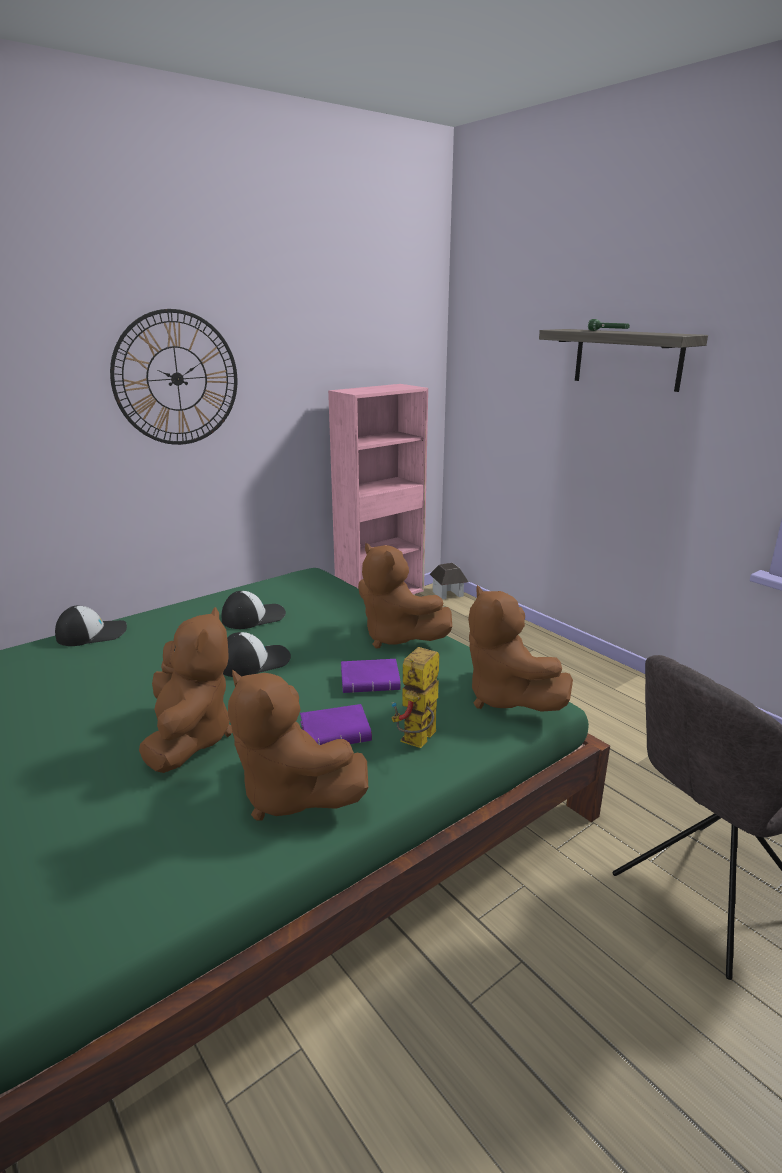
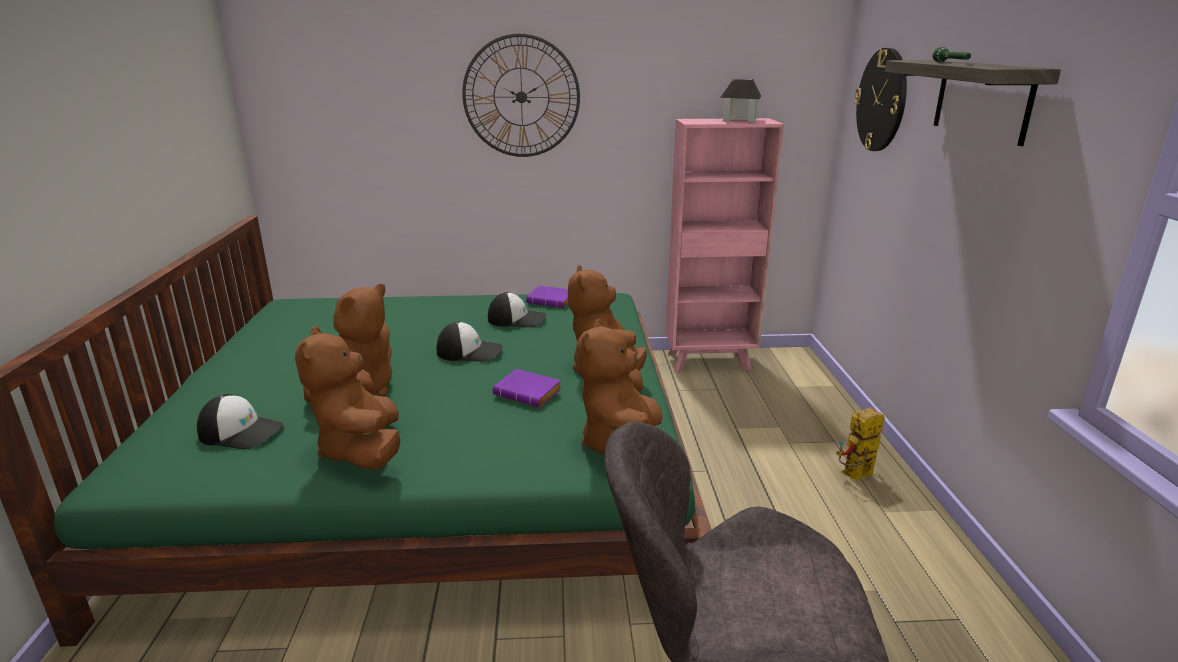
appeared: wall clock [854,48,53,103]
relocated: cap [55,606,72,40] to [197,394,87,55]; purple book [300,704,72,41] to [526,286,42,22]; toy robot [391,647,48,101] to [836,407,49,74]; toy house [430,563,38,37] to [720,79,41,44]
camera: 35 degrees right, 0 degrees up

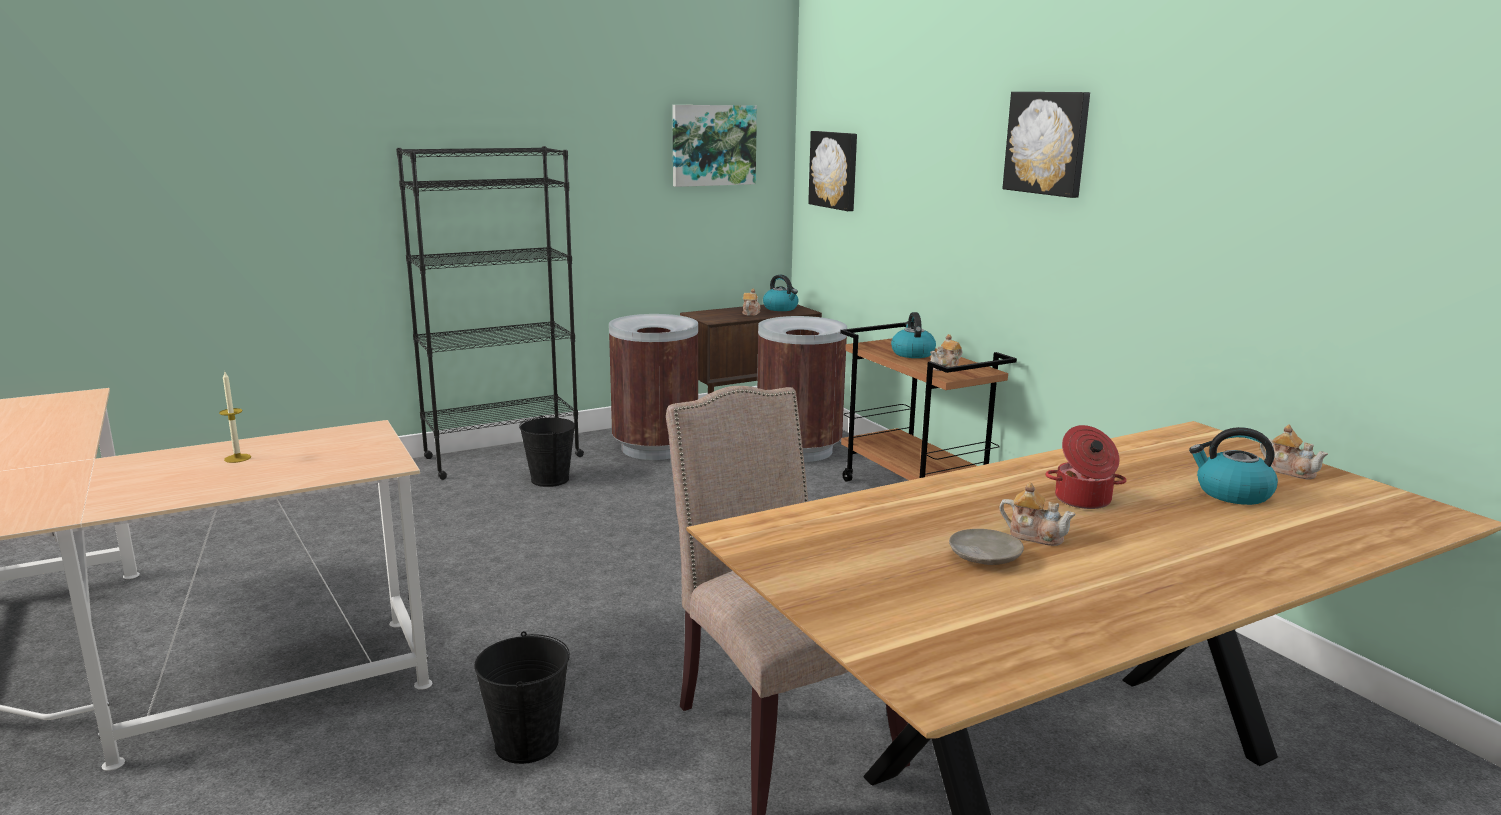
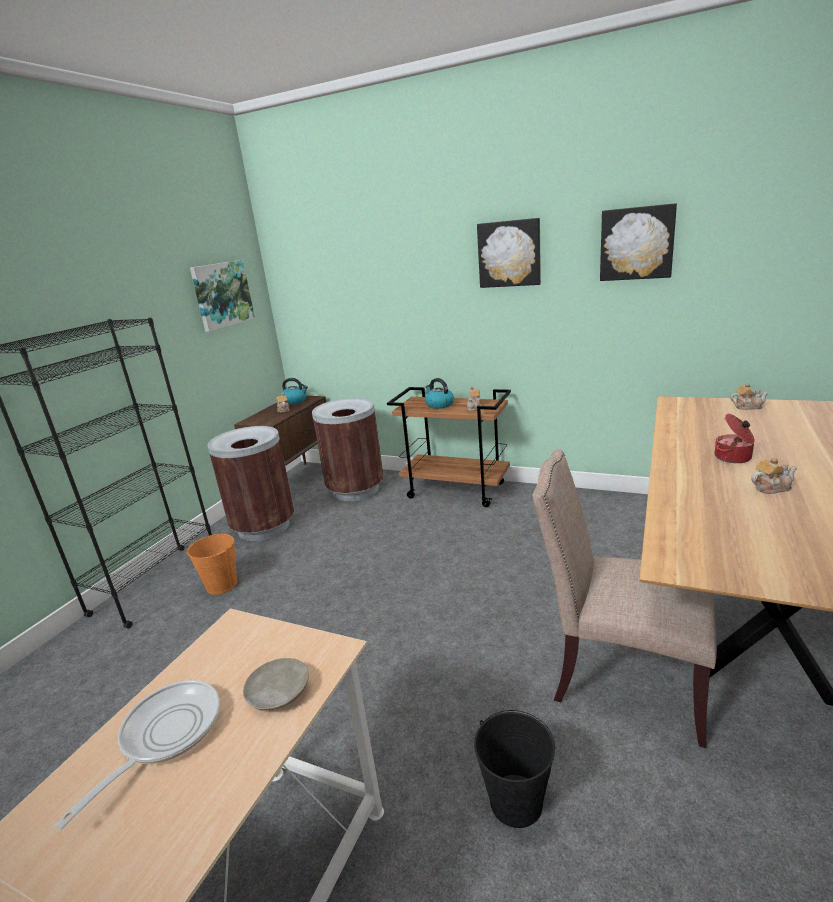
missing: kettle [1189,427,89,78]
relocated: picture [808,131,49,80] to [600,203,77,78]; beige plate [949,529,75,36] to [243,658,66,53]
exchanged: candle [219,372,32,91] to frying pan [55,680,165,149]
colour: black bucket [519,415,56,72] to orange bucket [187,534,51,61]
camera: 35 degrees left, 5 degrees up

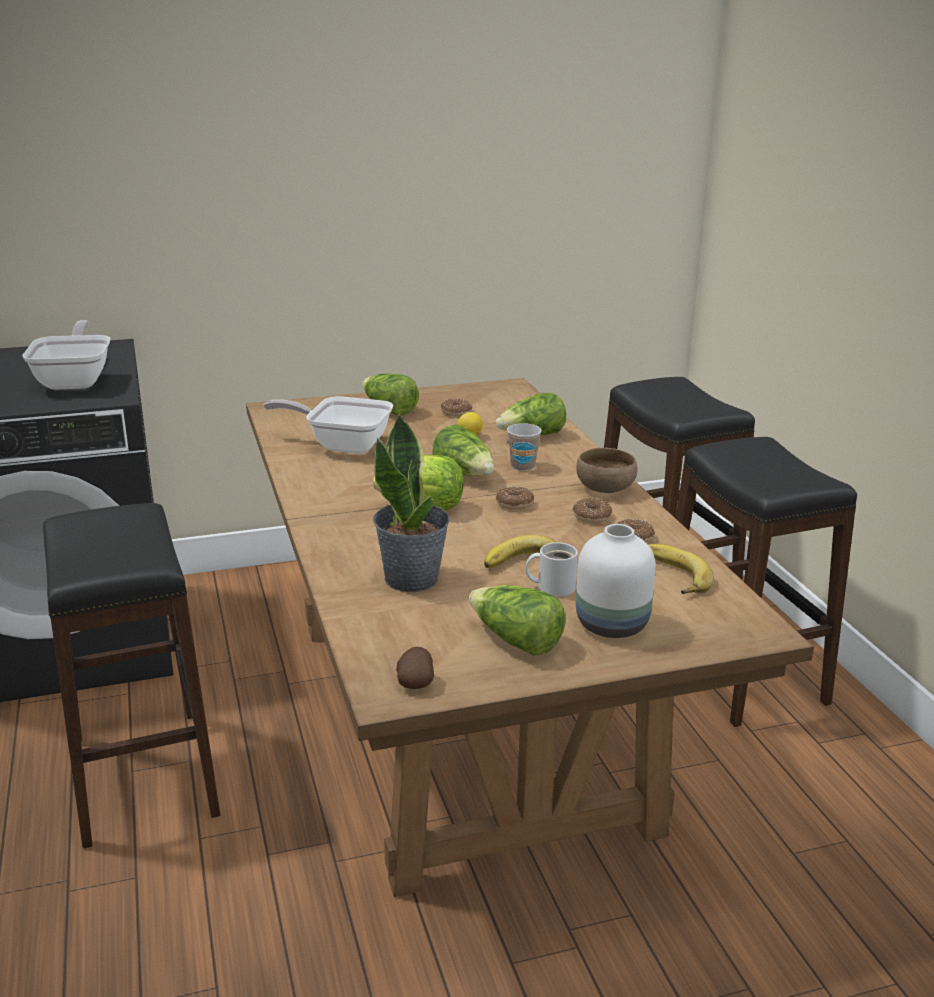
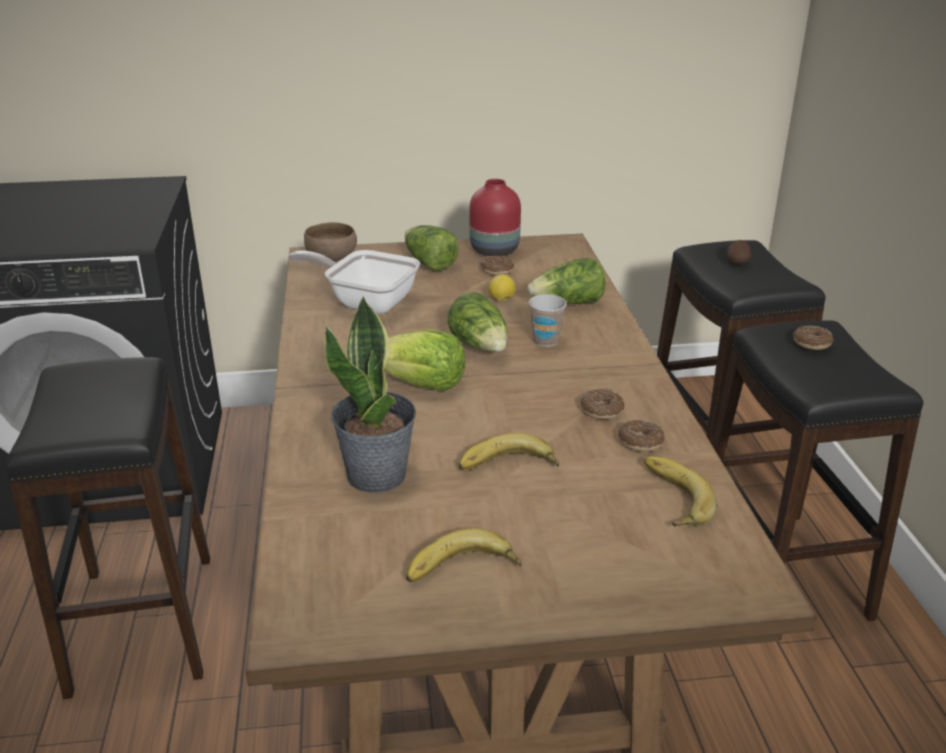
missing: frying pan [22,320,88,70]; white mug [526,542,52,55]; white vase [576,524,80,114]
appeared: red vase [469,179,52,77]
relocated: potato [396,647,38,42] to [726,240,25,24]; donut [496,487,38,23] to [793,326,40,24]; brown bowl [576,448,61,45] to [304,222,53,39]
exchanged: lettuce [469,585,97,71] to banana [406,528,116,54]
camera: 10 degrees right, 5 degrees up

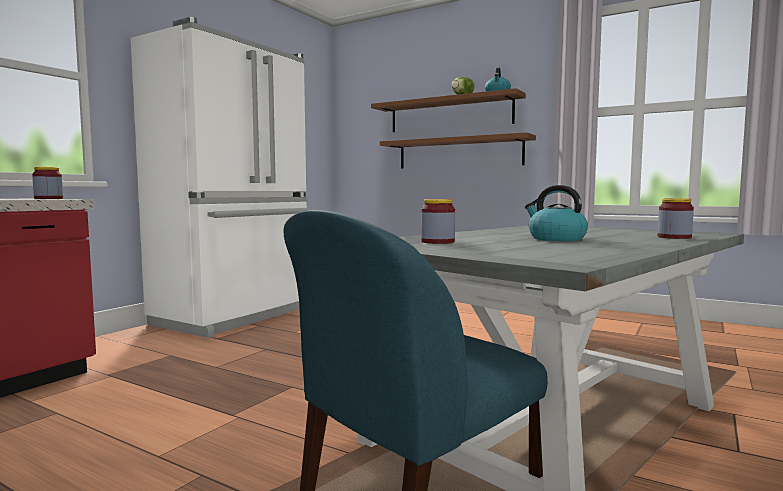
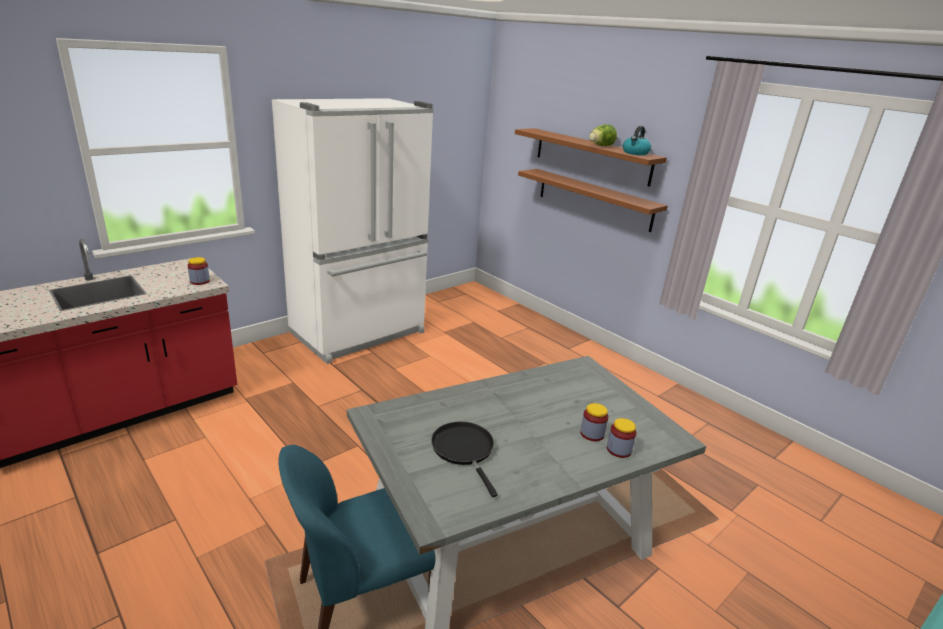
missing: kettle [525,185,63,56]
appeared: black frying pan [431,422,67,75]
relocated: jar [421,199,34,45] to [580,403,28,38]
camera: 15 degrees right, 20 degrees up

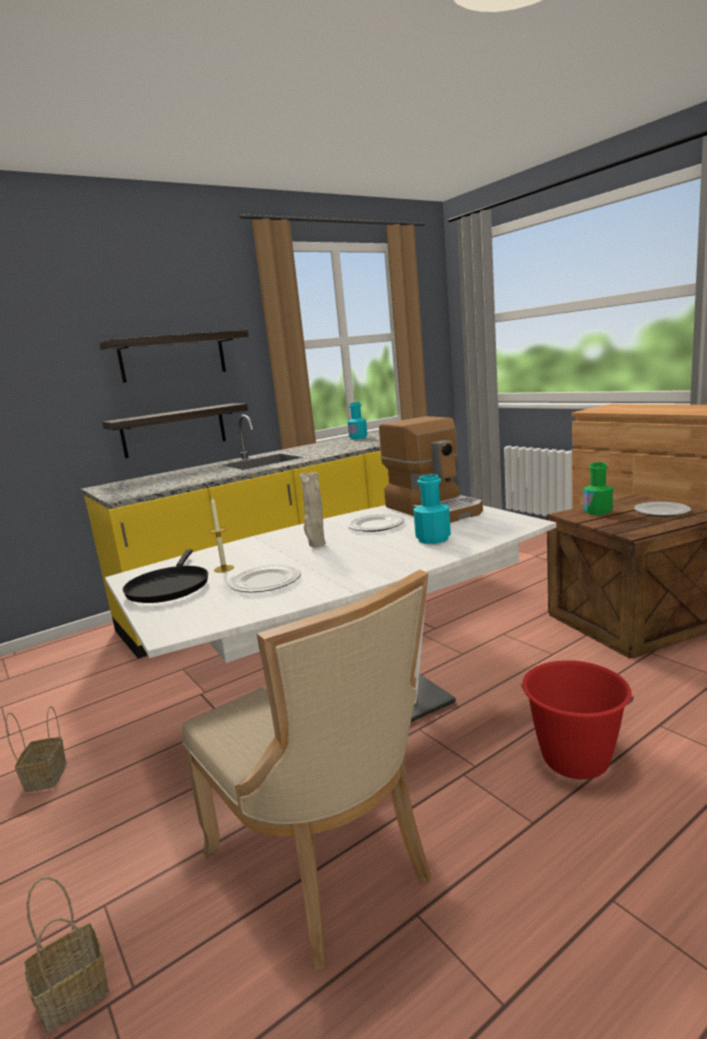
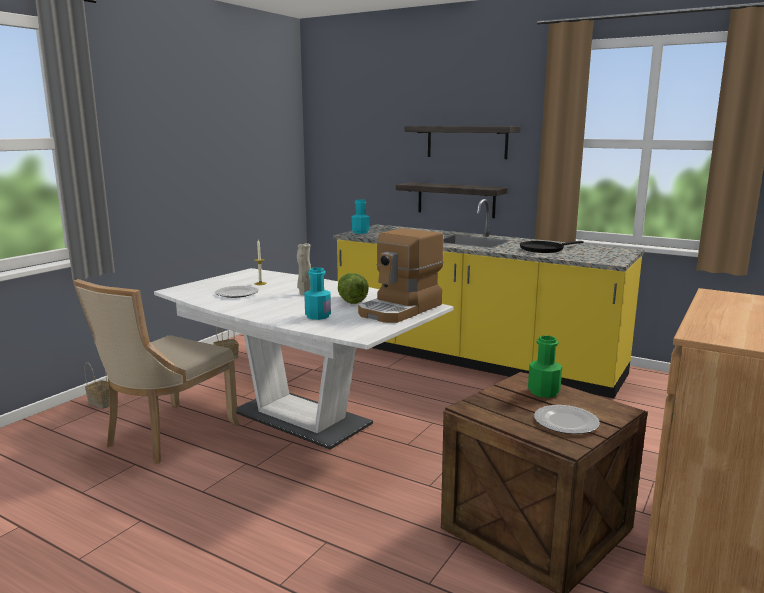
missing: red bucket [520,660,114,119]
relocated: black frying pan [123,549,85,54] to [520,241,64,12]; turquoise bottle [348,402,19,38] to [352,199,17,35]
exchanged: plate [347,514,58,18] to lettuce [338,273,31,31]
camera: 65 degrees right, 0 degrees up

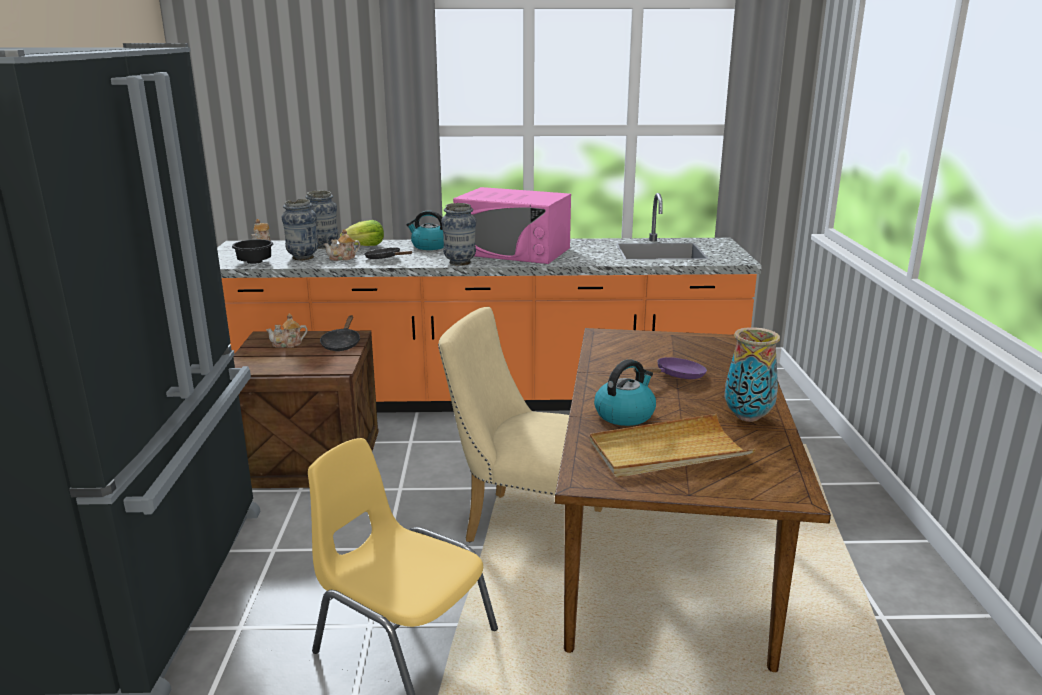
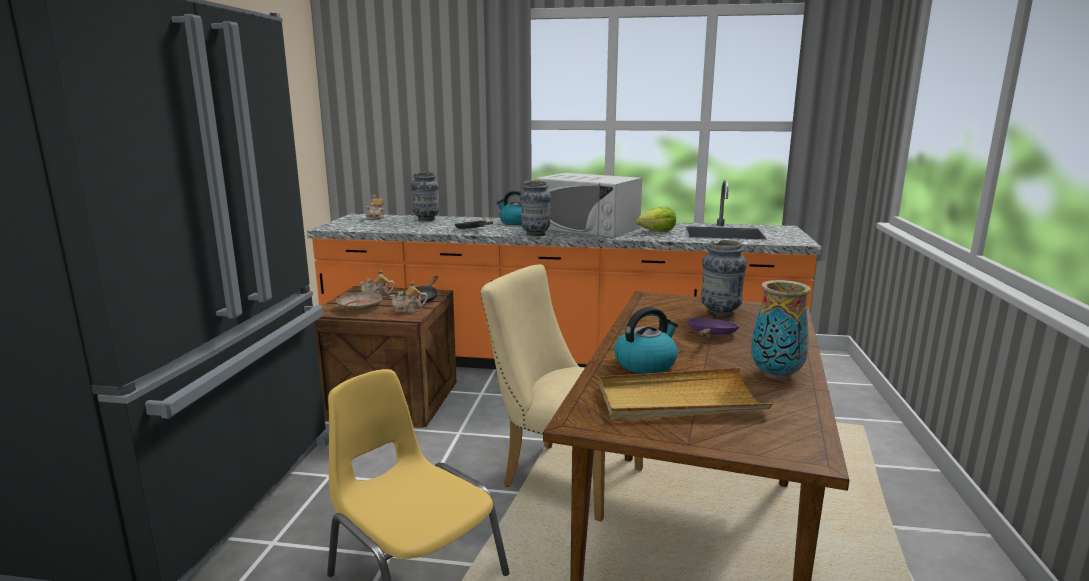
missing: black bowl [232,239,41,25]
appeared: beige plate [336,292,46,19]
relocated: vase [281,199,37,61] to [701,240,46,77]; teapot [323,229,37,32] to [389,281,39,32]; lettuce [340,220,44,26] to [636,207,40,24]
colour: pink microwave [453,187,118,77] to white microwave [534,173,108,65]
spun: purple frying pan [633,357,74,22] = [687,318,52,19] 45 degrees counterclockwise
camera: 10 degrees right, 5 degrees down

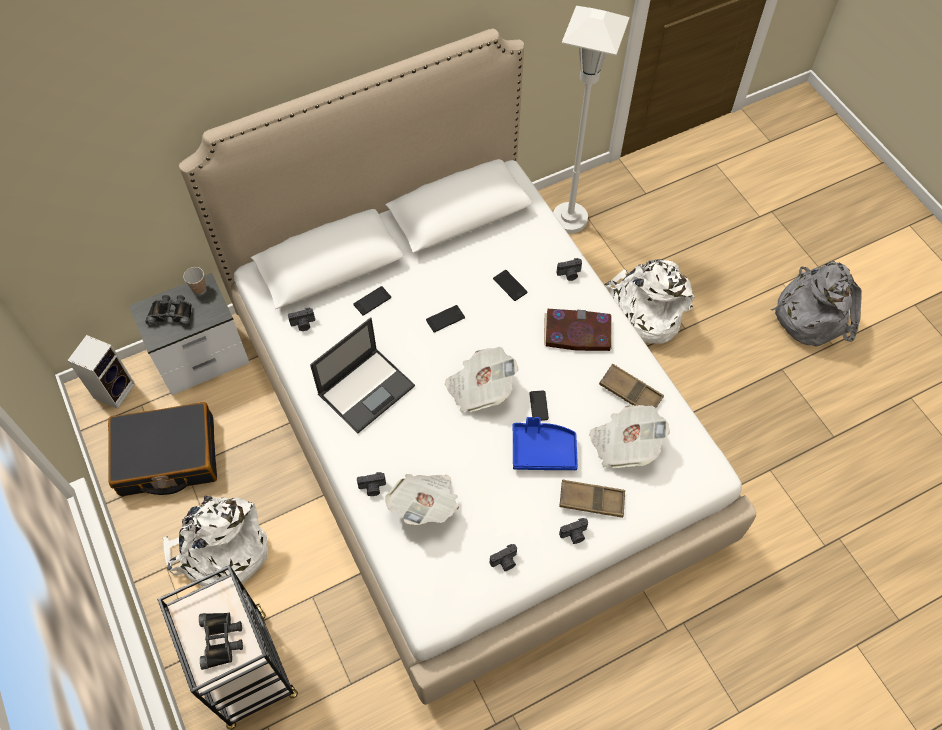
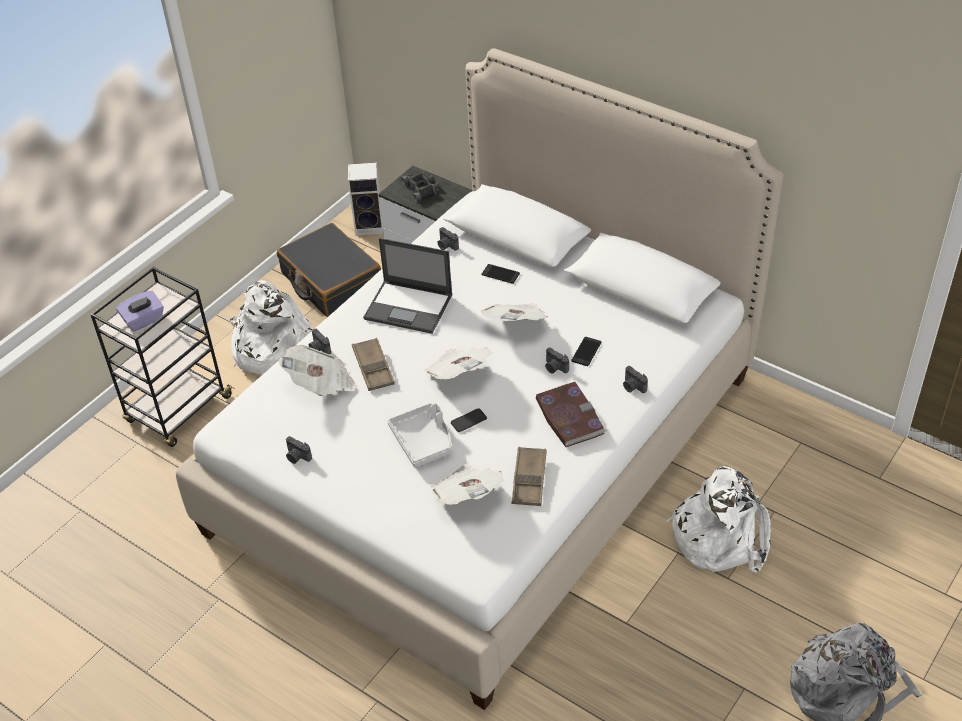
missing: cup [183,267,23,27]; white floor lamp [553,6,77,227]
relocated: brown tray [559,480,66,38] to [352,338,43,53]; photo camera [559,518,29,26] to [545,348,24,26]
exchanged: black binoculars [199,613,44,57] to purple tissue box [116,291,48,41]; phone [426,305,39,27] to newspaper [481,303,67,18]
colour: blue tray [513,417,65,53] to grey tray [387,403,64,64]
camera: 65 degrees right, 15 degrees down

